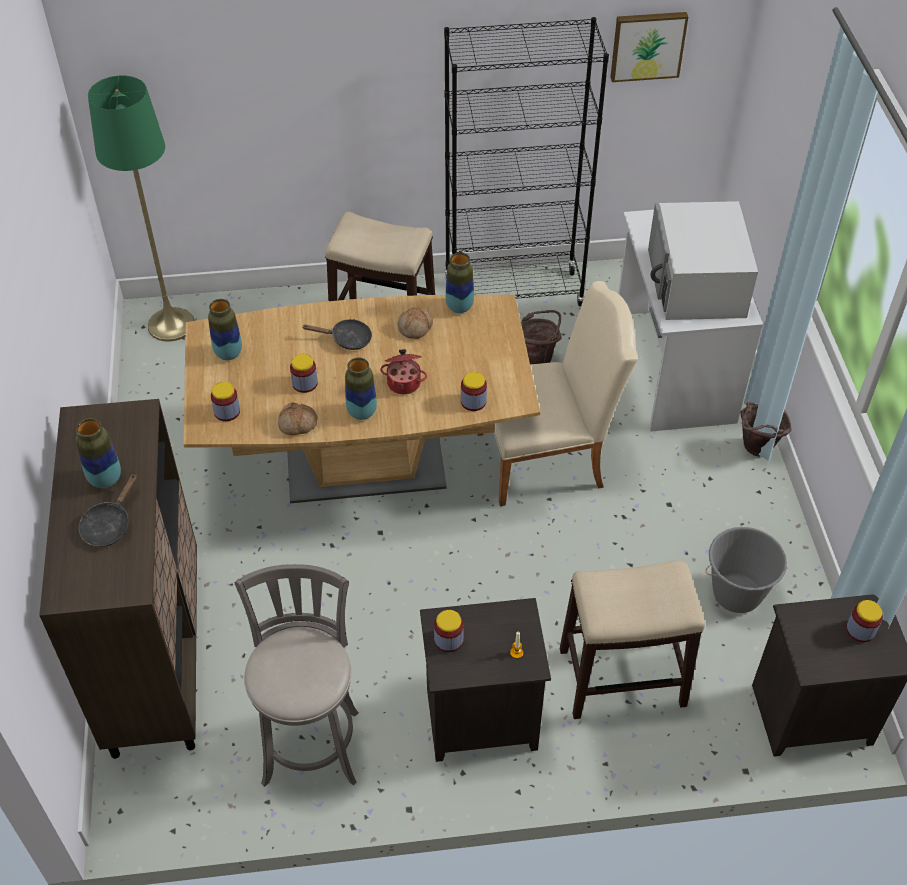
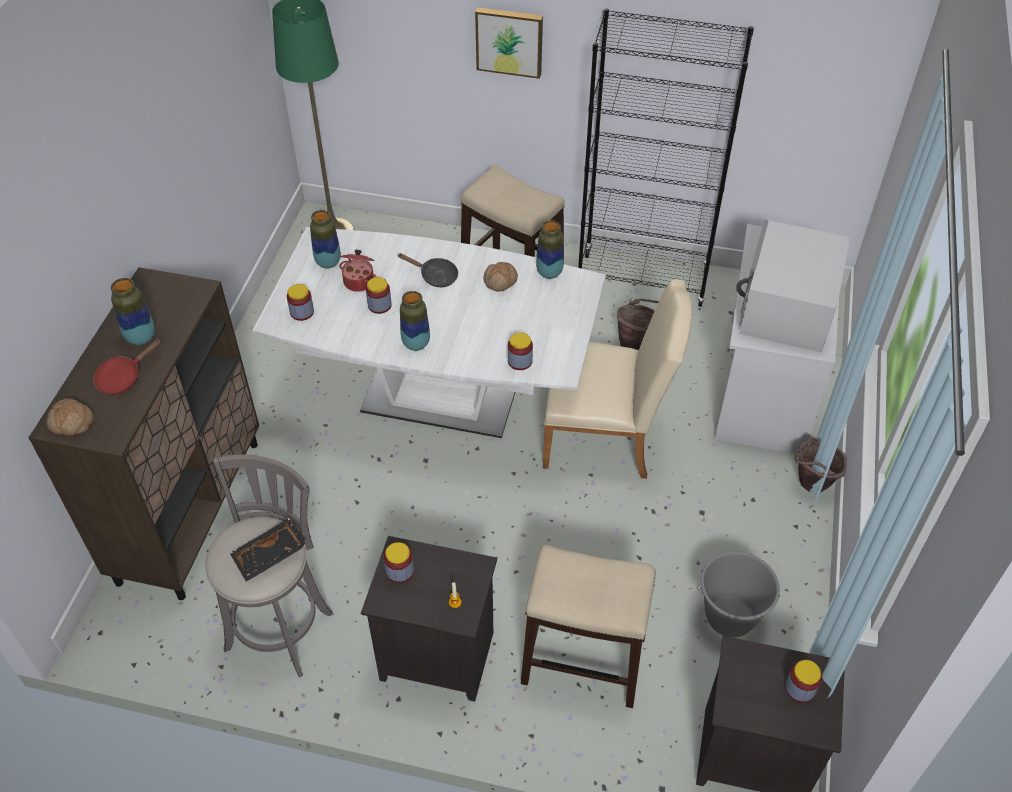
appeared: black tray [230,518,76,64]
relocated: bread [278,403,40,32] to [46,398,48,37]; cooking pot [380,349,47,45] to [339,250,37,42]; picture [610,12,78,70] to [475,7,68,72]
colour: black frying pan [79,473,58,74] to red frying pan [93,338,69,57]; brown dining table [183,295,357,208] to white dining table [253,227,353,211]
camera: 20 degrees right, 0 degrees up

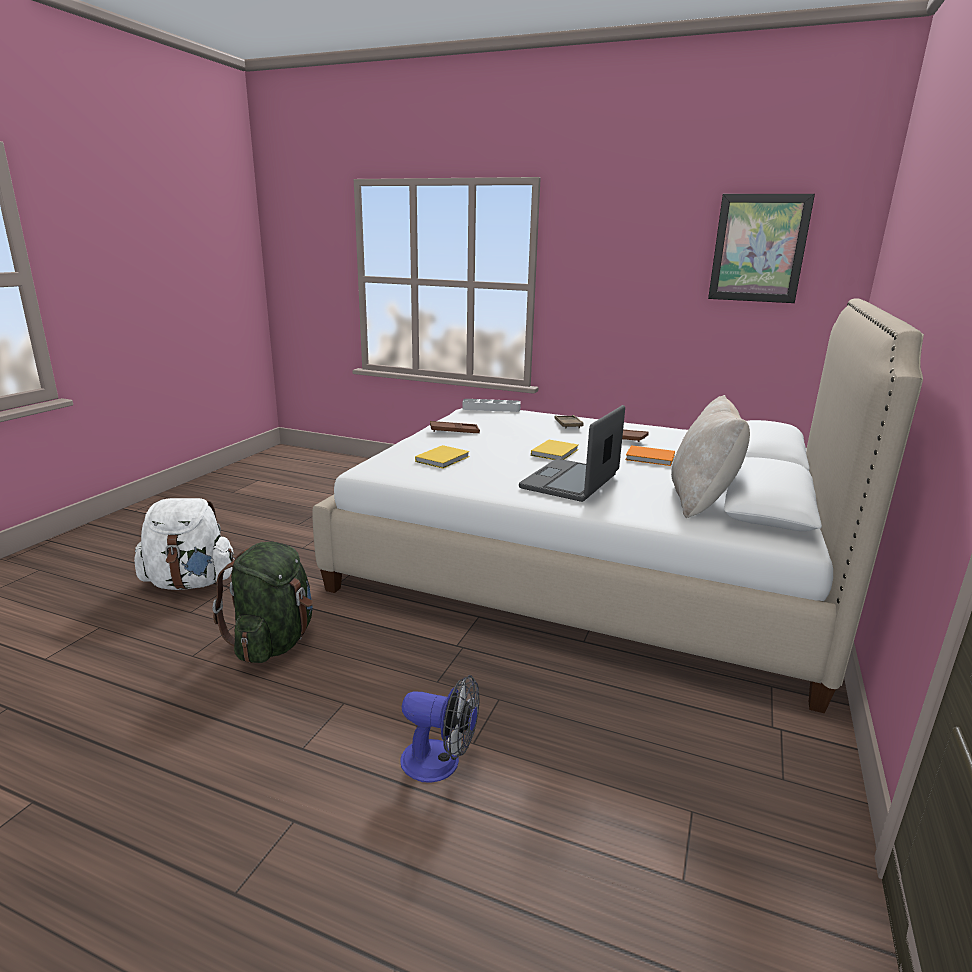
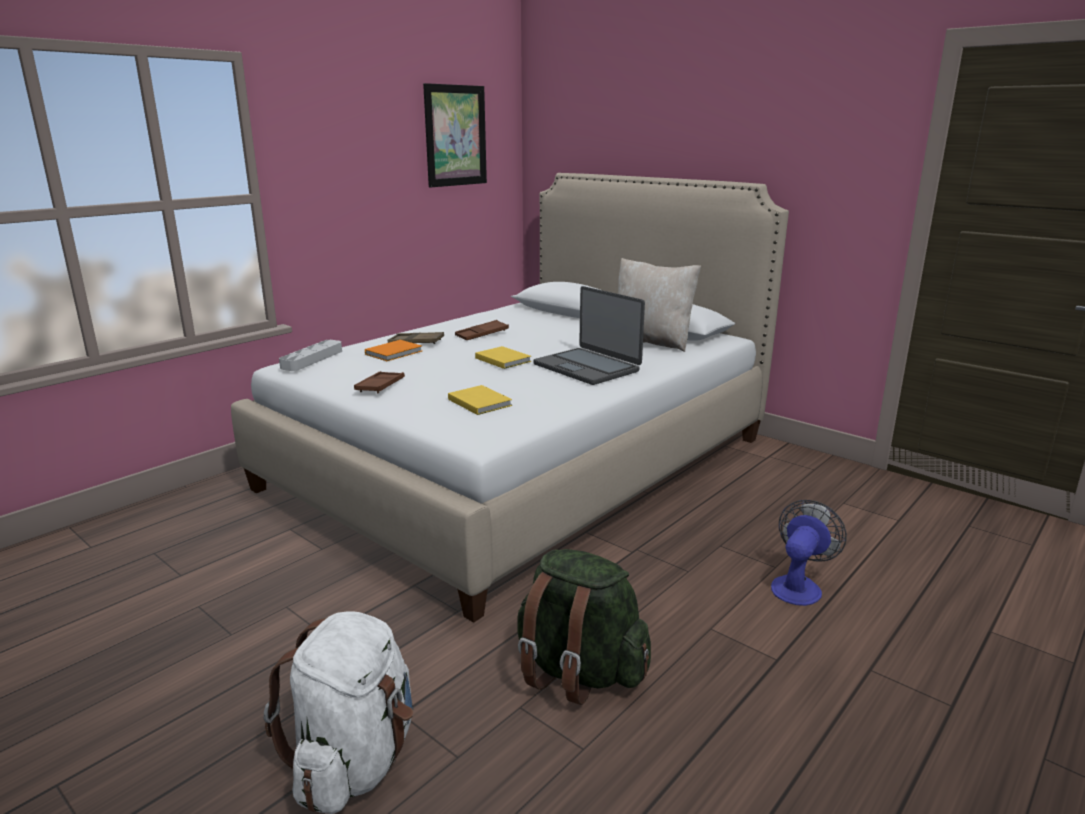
relocated: orange book [625,445,50,21] to [365,340,57,21]
camera: 70 degrees left, 0 degrees up

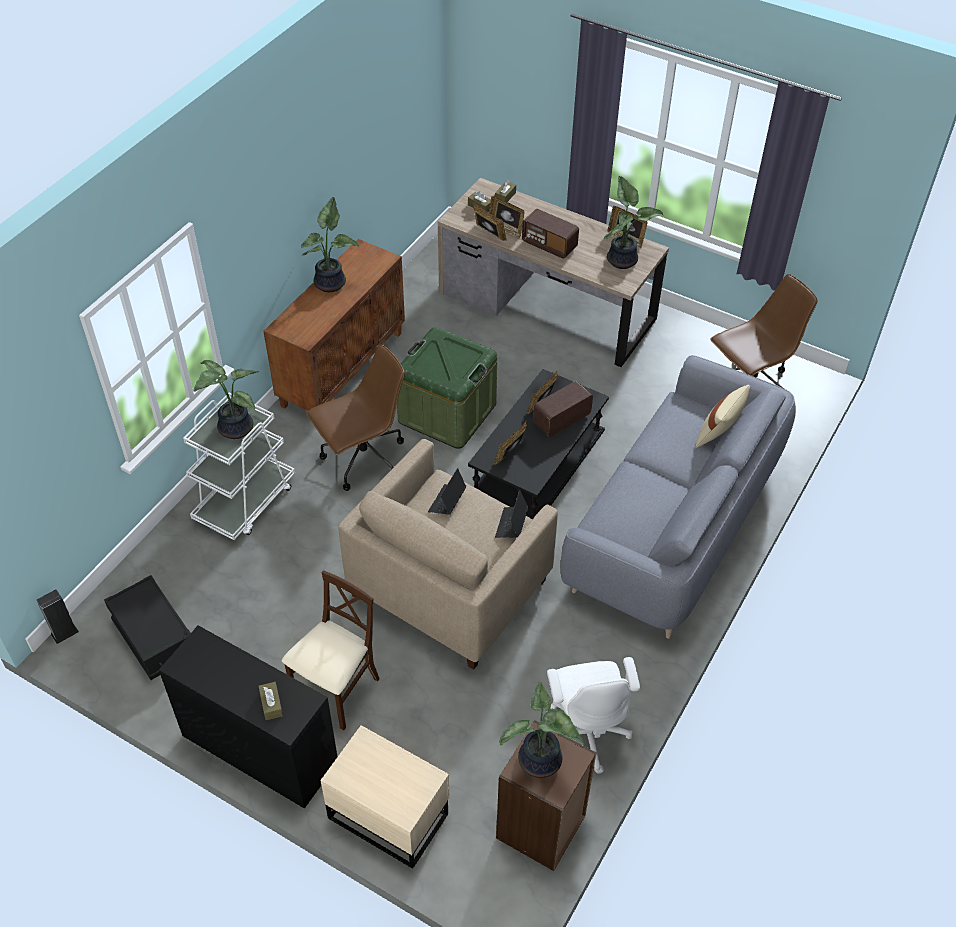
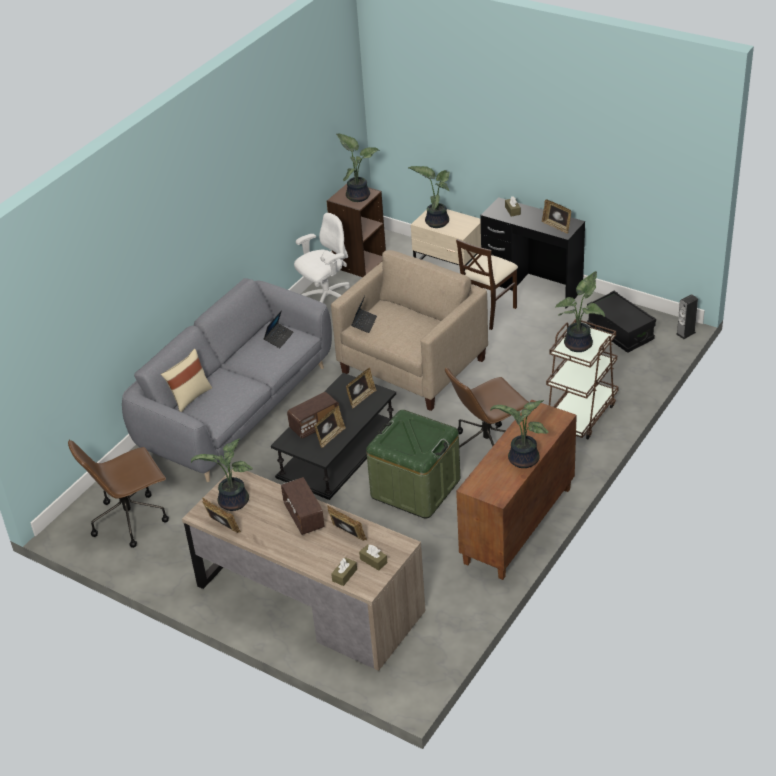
appeared: potted plant [408,166,42,62]
relocated: laptop [428,468,38,47] to [263,310,31,38]; picture frame [473,203,34,38] to [542,199,29,35]
colour: white cart [183,393,112,147] to brown cart [546,319,73,120]
spun: radio [522,209,57,50] = [281,477,44,58] 150 degrees counterclockwise; white office chair [547,657,93,117] = [294,213,56,90] 60 degrees clockwise
camera: 175 degrees left, 10 degrees down

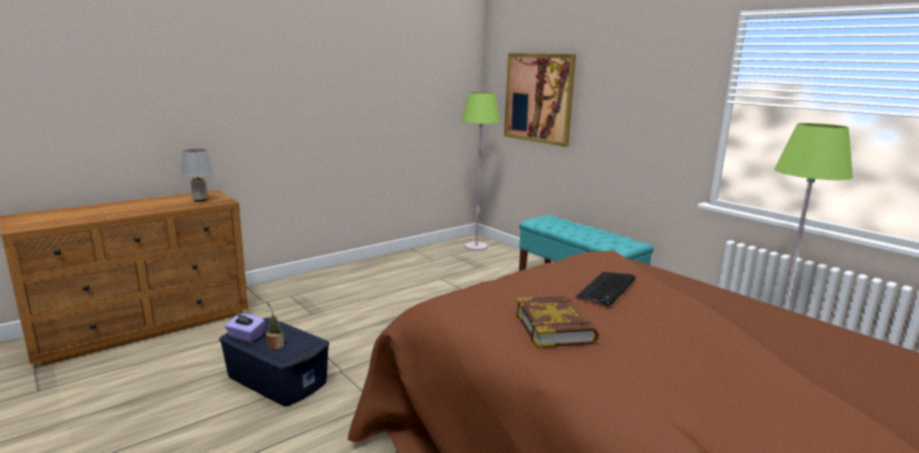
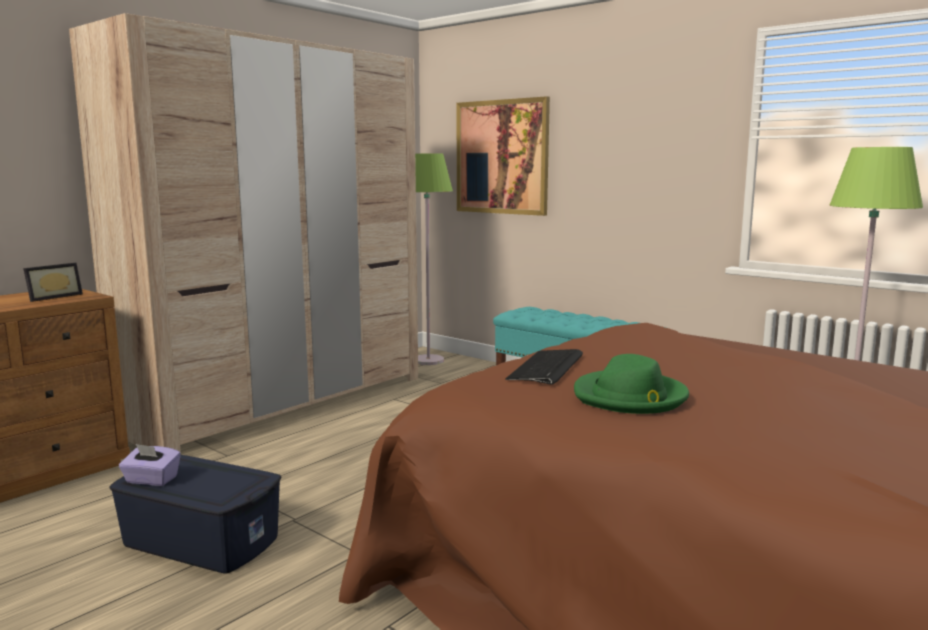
missing: potted plant [266,301,18,49]
appeared: beige wardrobe [69,13,349,440]
relocated: keyboard [575,272,61,34] to [505,349,78,36]
exchanged: grey table lamp [182,149,31,53] to picture frame [23,263,60,39]; book [516,296,83,52] to green hat [574,354,115,60]
camera: 10 degrees left, 5 degrees down

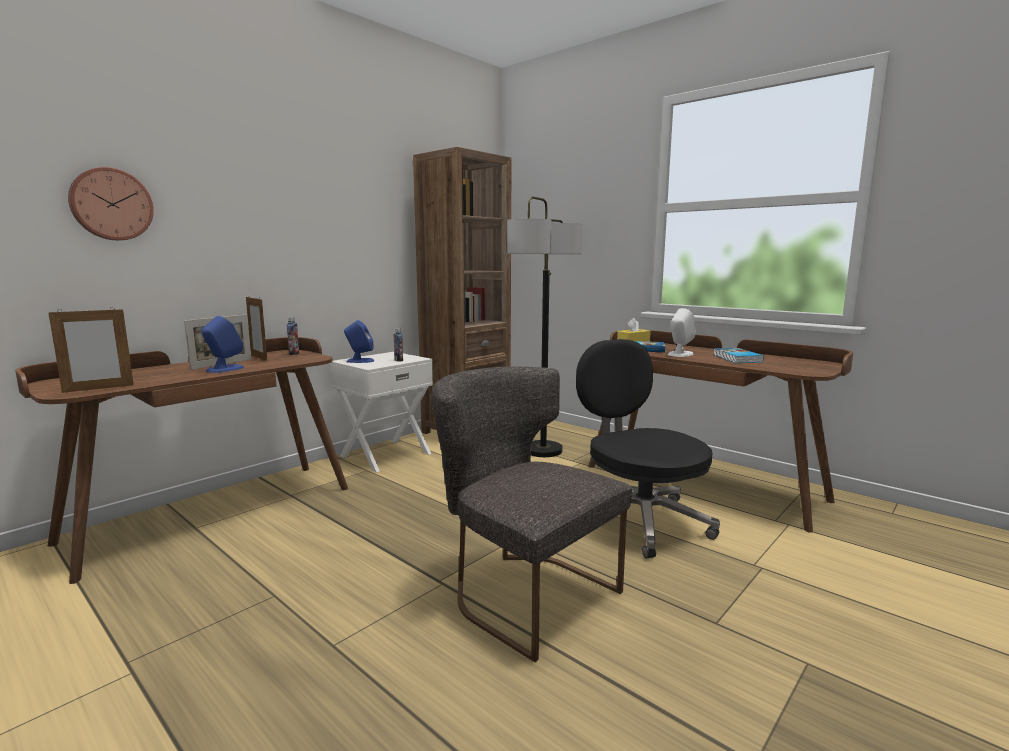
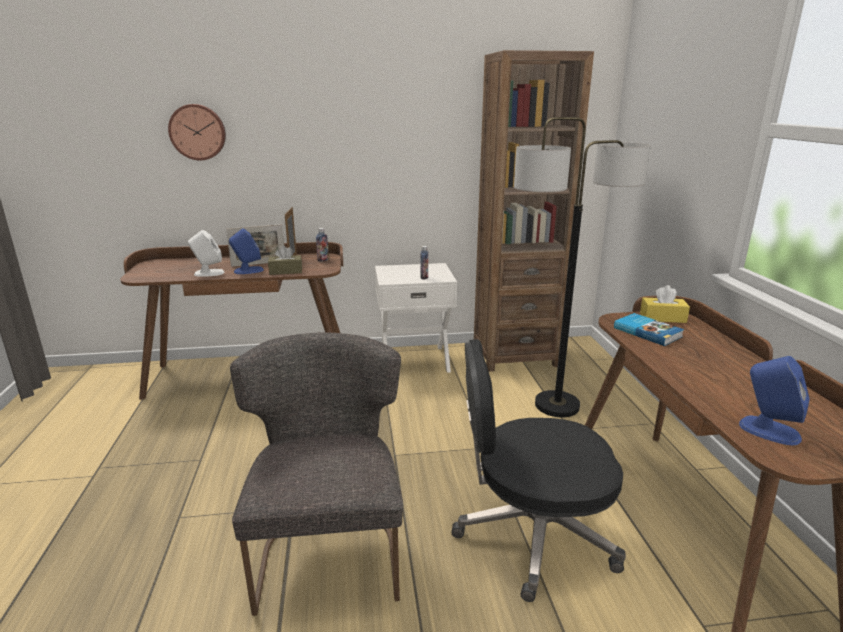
missing: picture frame [48,307,86,86]; book [714,348,50,15]
appeared: brown tissue box [268,245,34,30]
relocated: blue speaker [344,320,31,43] to [739,356,71,89]; white speaker [668,308,28,49] to [188,230,36,47]
spun: black office chair [576,339,144,220] = [451,339,175,263] 105 degrees counterclockwise
camera: 40 degrees right, 10 degrees up

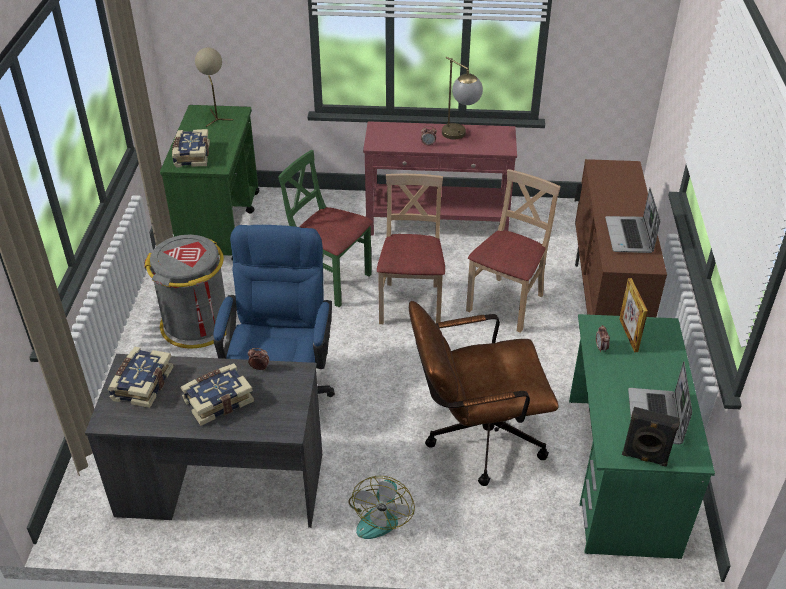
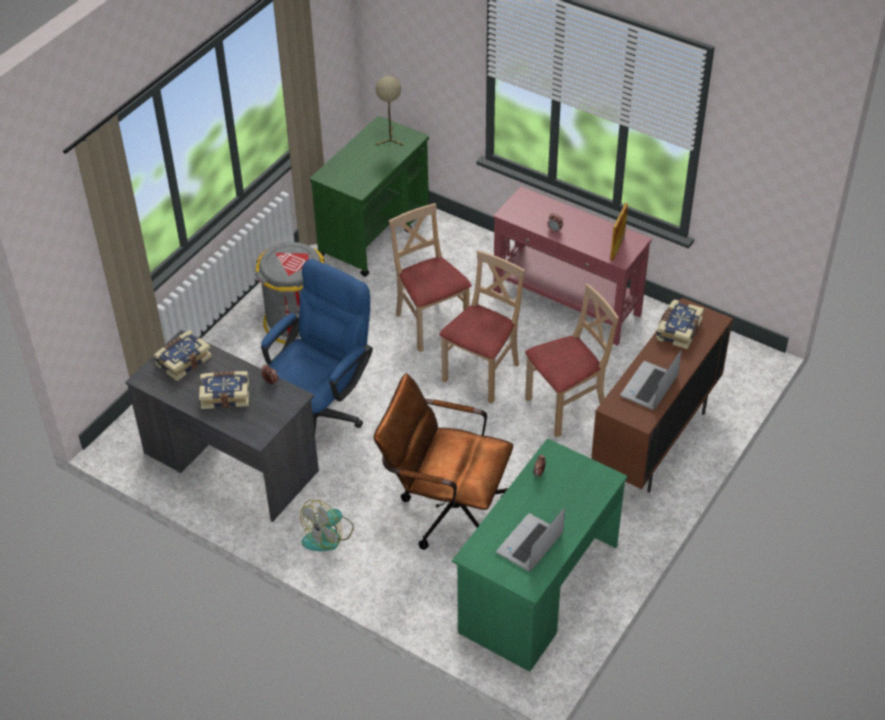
missing: table lamp [442,57,41,83]; black speaker [622,407,58,60]
relocated: book [172,129,38,39] to [656,299,48,50]; picture frame [619,278,29,74] to [610,203,18,58]
colour: green chair [278,150,95,157] to beige chair [389,203,83,149]
camera: 30 degrees right, 5 degrees up

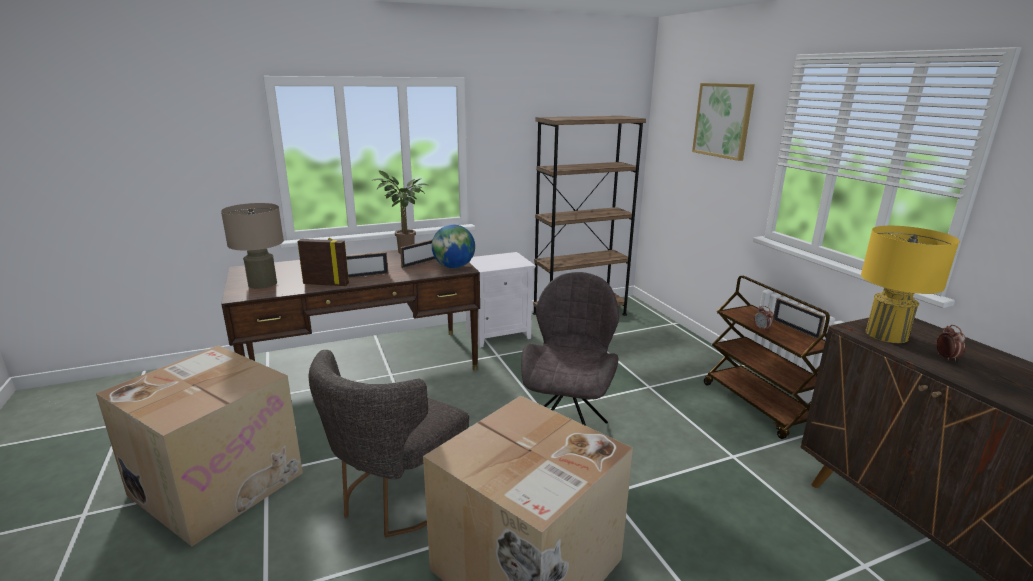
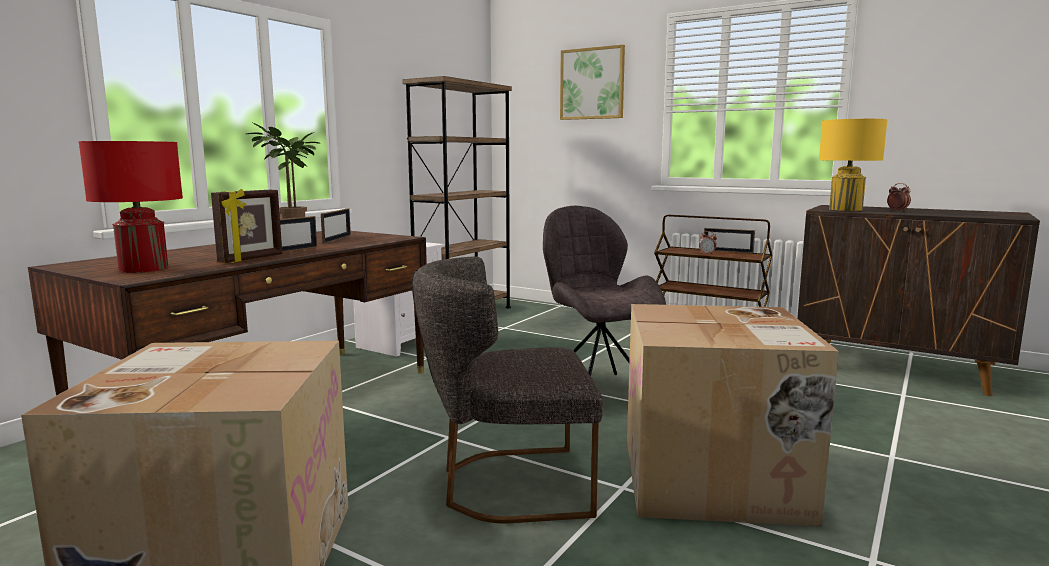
missing: globe [432,224,43,44]
colour: beige table lamp [221,203,63,86] to red table lamp [79,141,104,132]
spun: picture frame [297,238,52,48] = [211,189,71,74] 150 degrees clockwise; grey chair [309,350,160,187] = [412,256,191,268] 90 degrees clockwise
camera: 35 degrees left, 10 degrees down

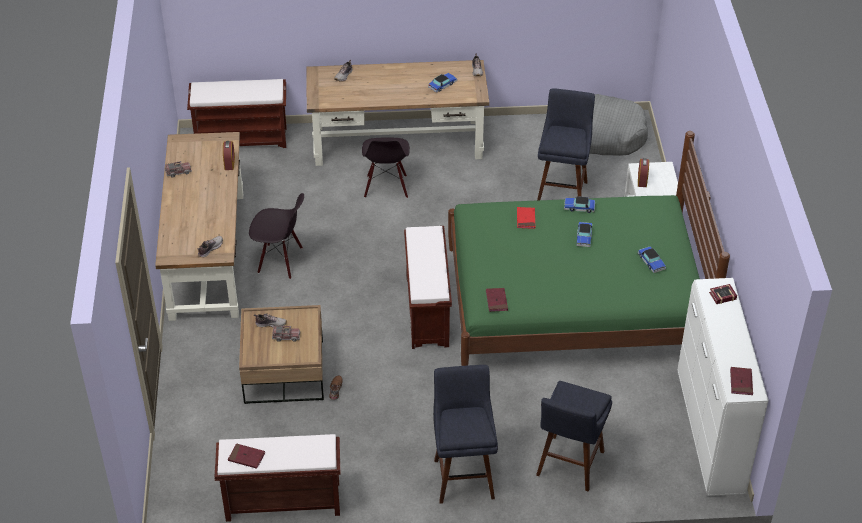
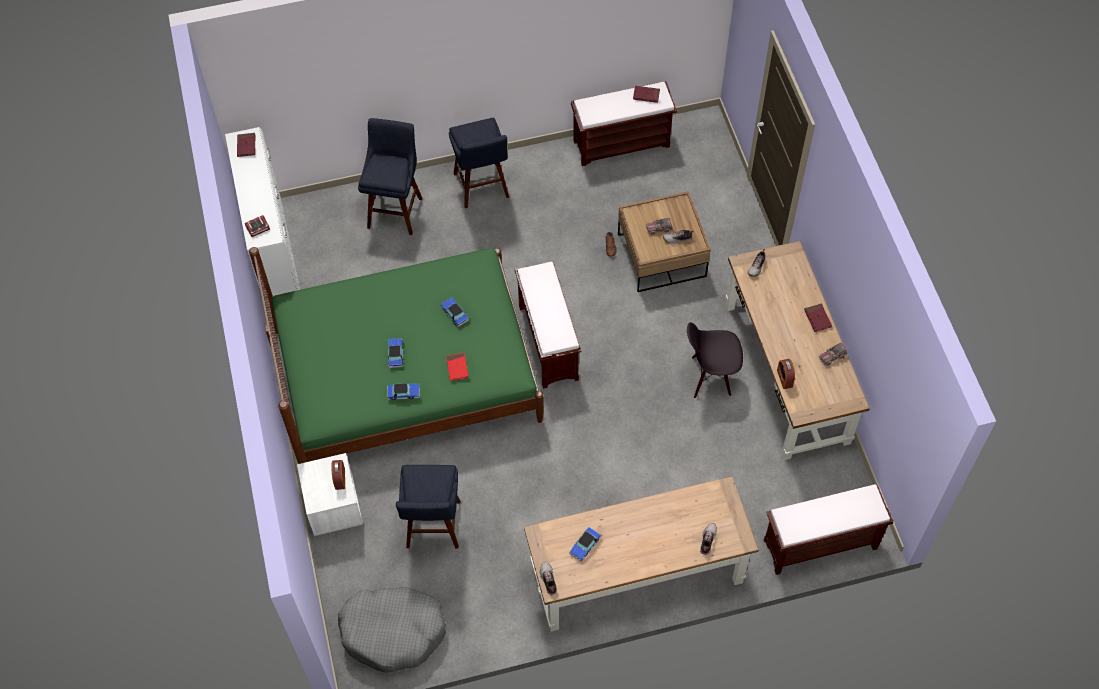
missing: black chair [362,137,48,61]
relocated: red book [486,288,22,24] to [804,304,28,28]; toy car [638,247,28,26] to [440,297,29,30]
camera: 170 degrees right, 15 degrees up

